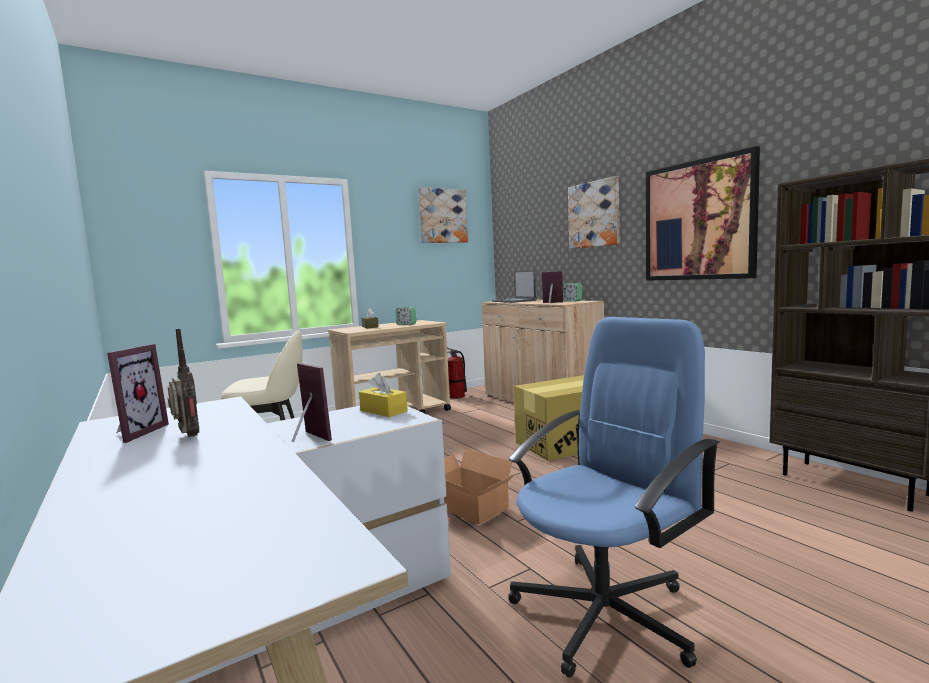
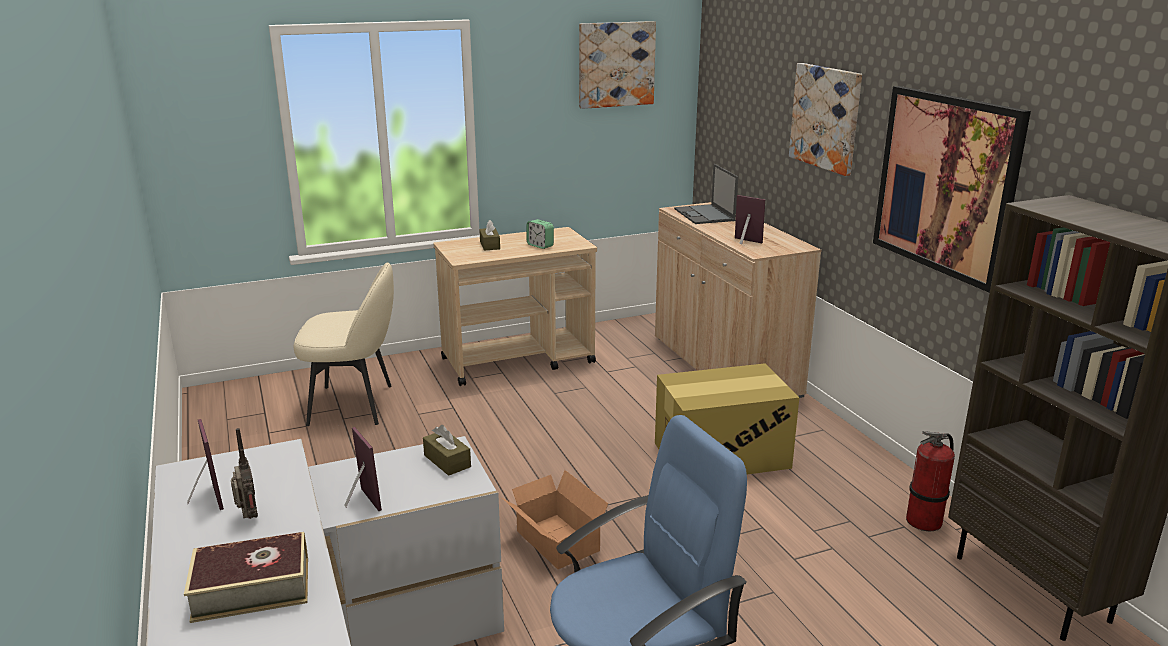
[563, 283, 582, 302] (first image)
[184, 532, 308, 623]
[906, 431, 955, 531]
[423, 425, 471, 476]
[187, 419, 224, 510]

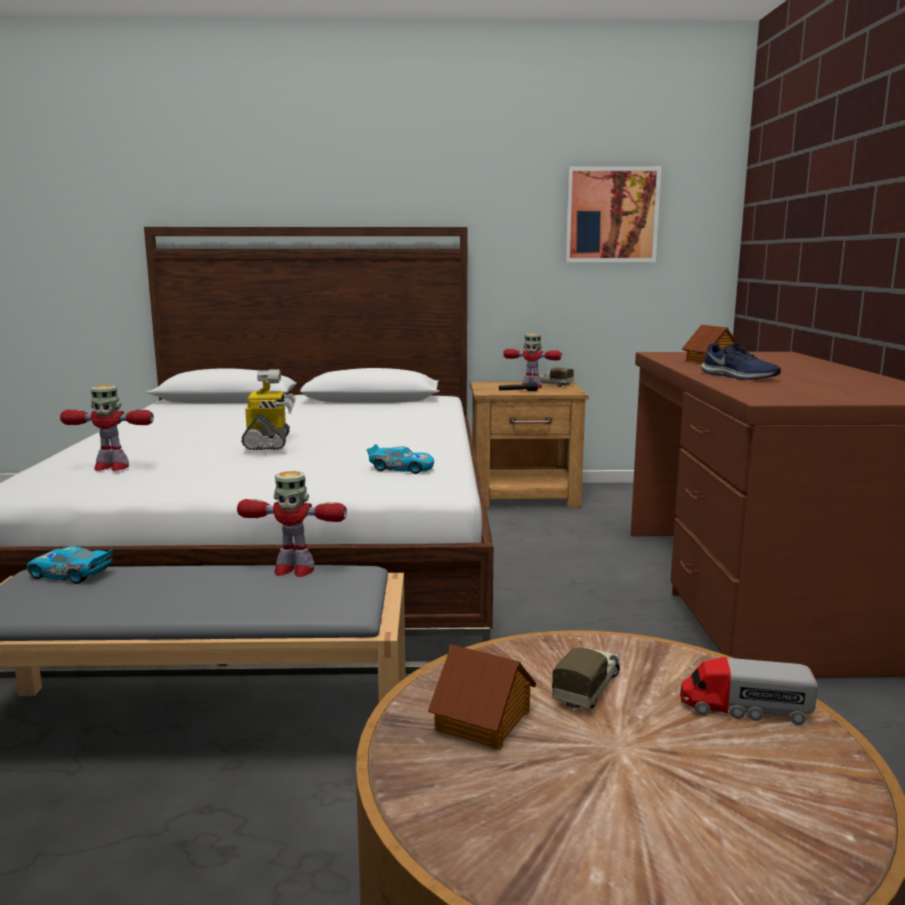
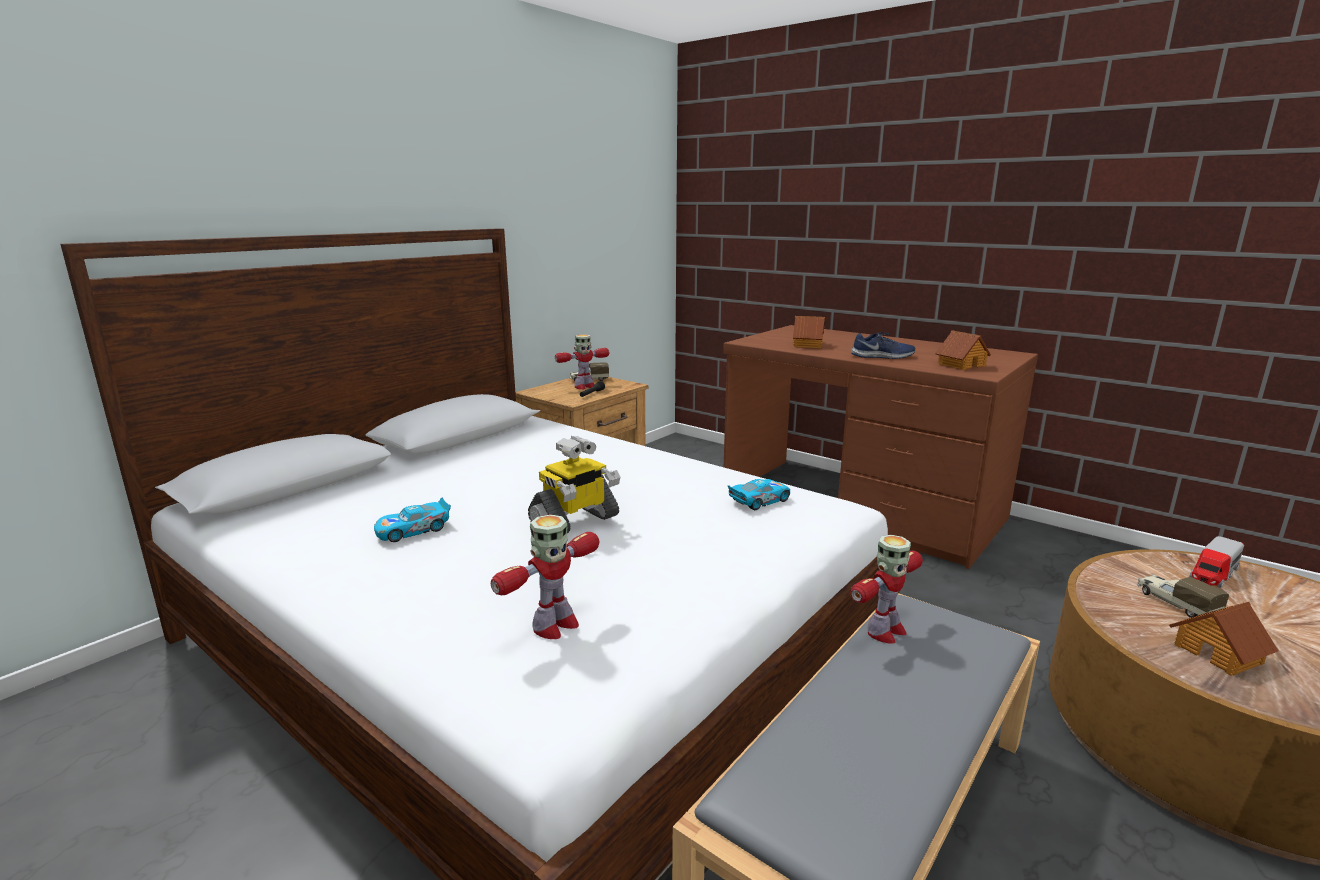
[565, 166, 661, 262] (first image)
[935, 330, 991, 370]
[374, 498, 451, 542]
[528, 436, 620, 533]

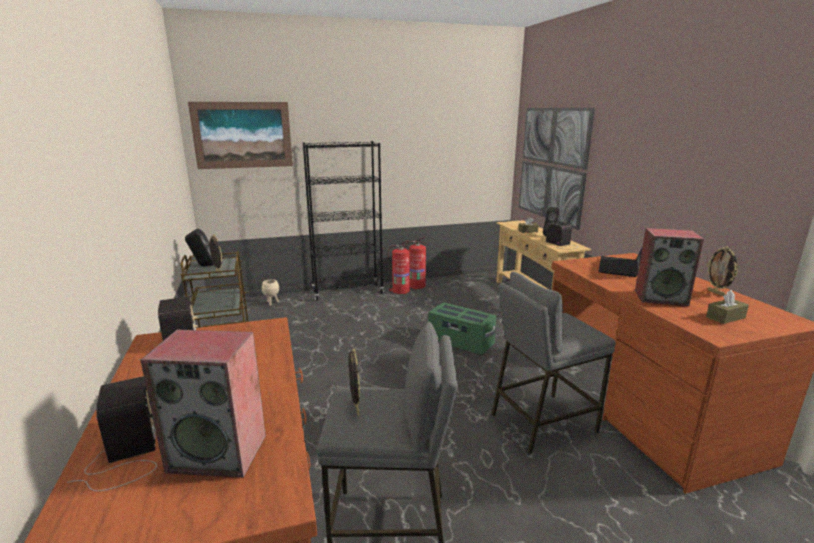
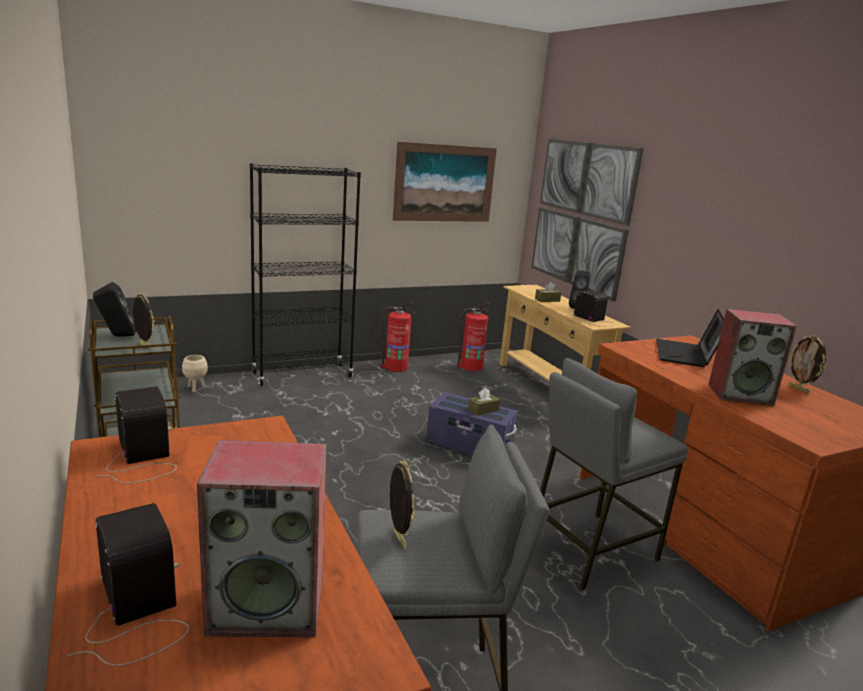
[393, 142, 497, 222]
[456, 303, 490, 371]
[468, 388, 500, 415]
[426, 392, 518, 455]

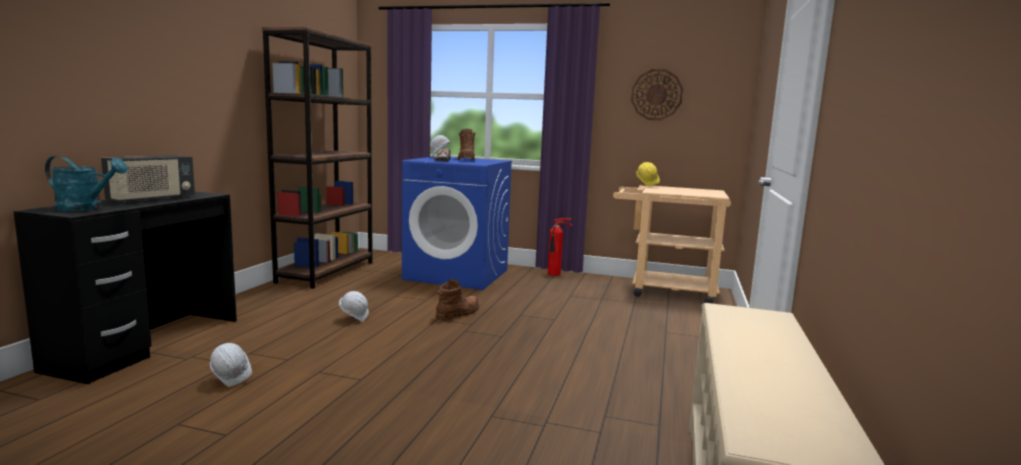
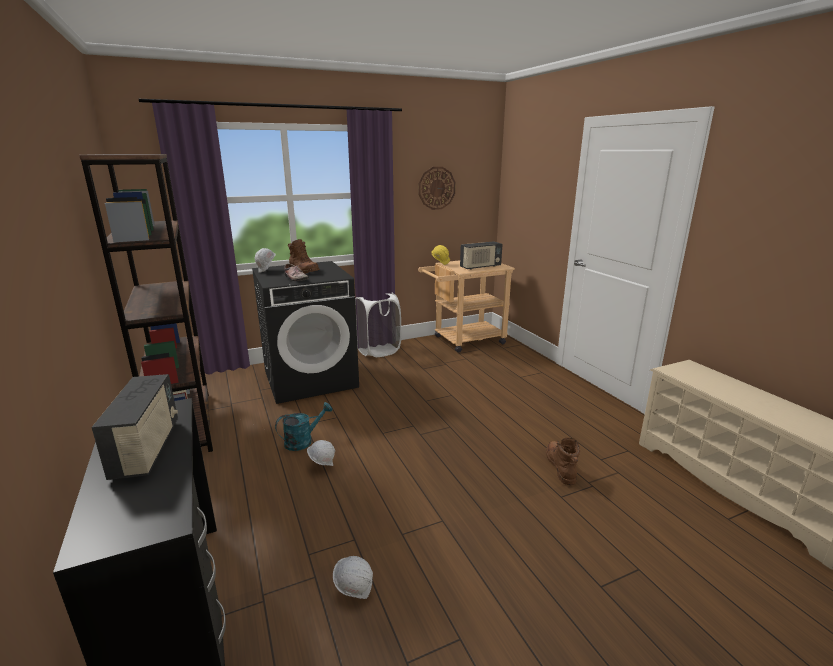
[460, 241, 503, 270]
[275, 402, 332, 451]
[546, 438, 580, 485]
[355, 293, 401, 357]
[252, 261, 359, 404]

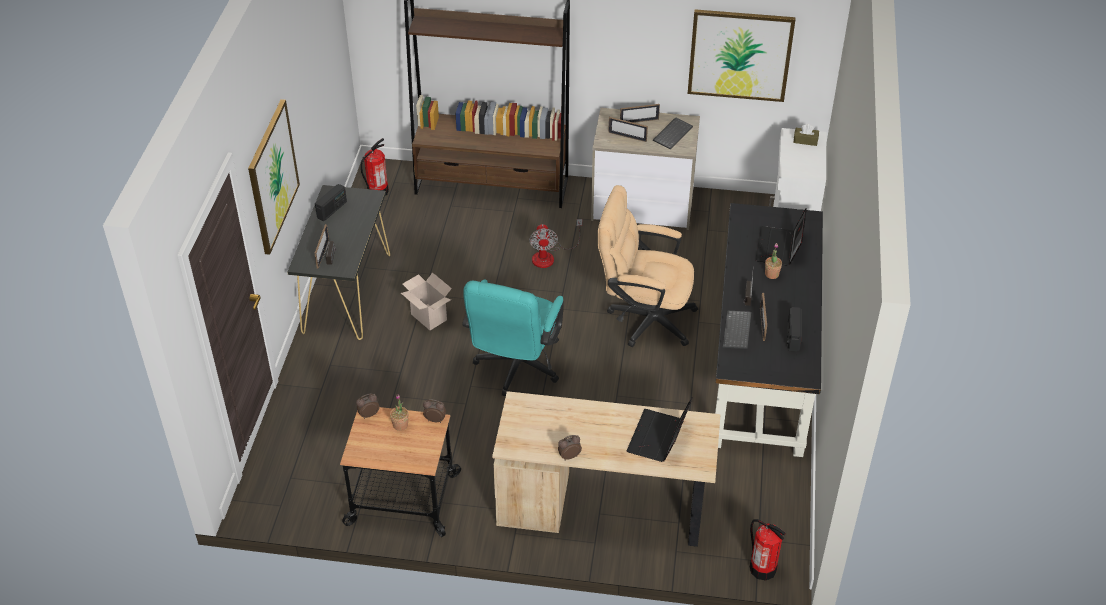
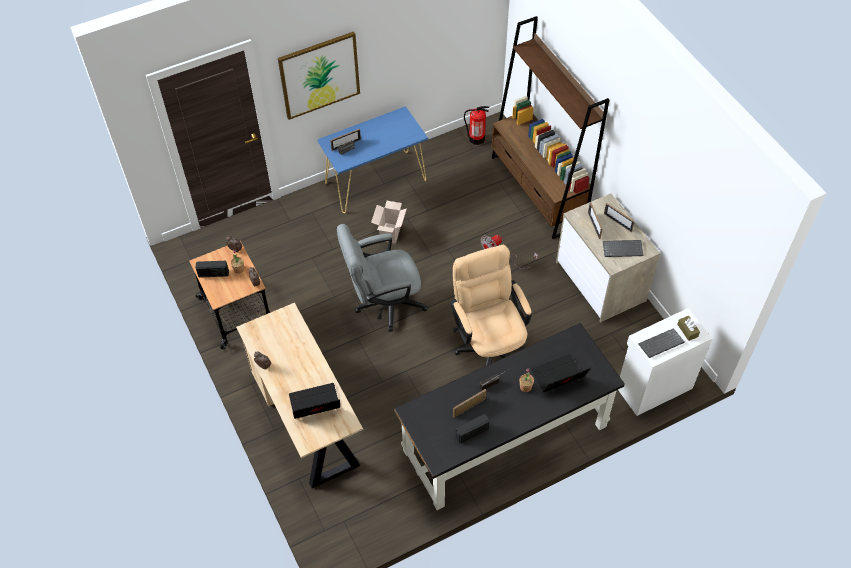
[688, 9, 796, 102] (first image)
[750, 519, 786, 580] (first image)
[195, 261, 229, 278]
[638, 328, 685, 358]
[317, 106, 428, 213]
[337, 224, 428, 332]

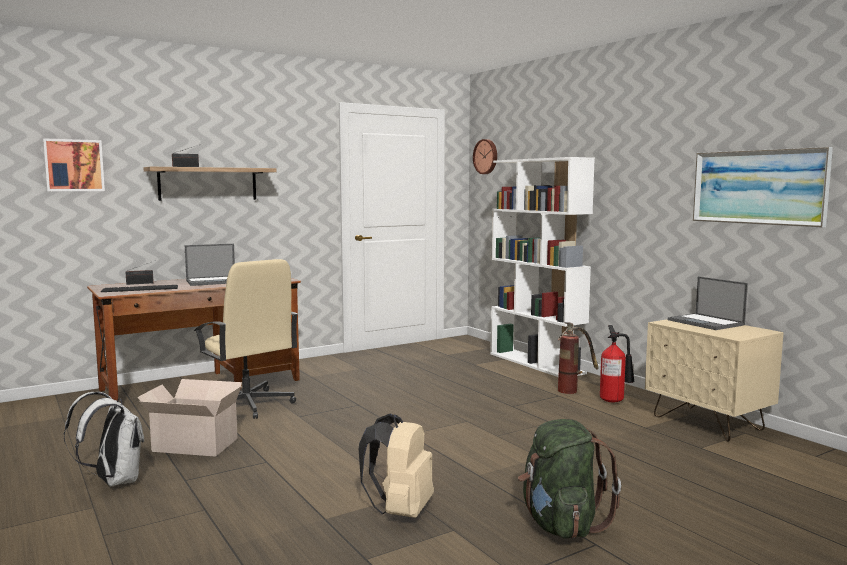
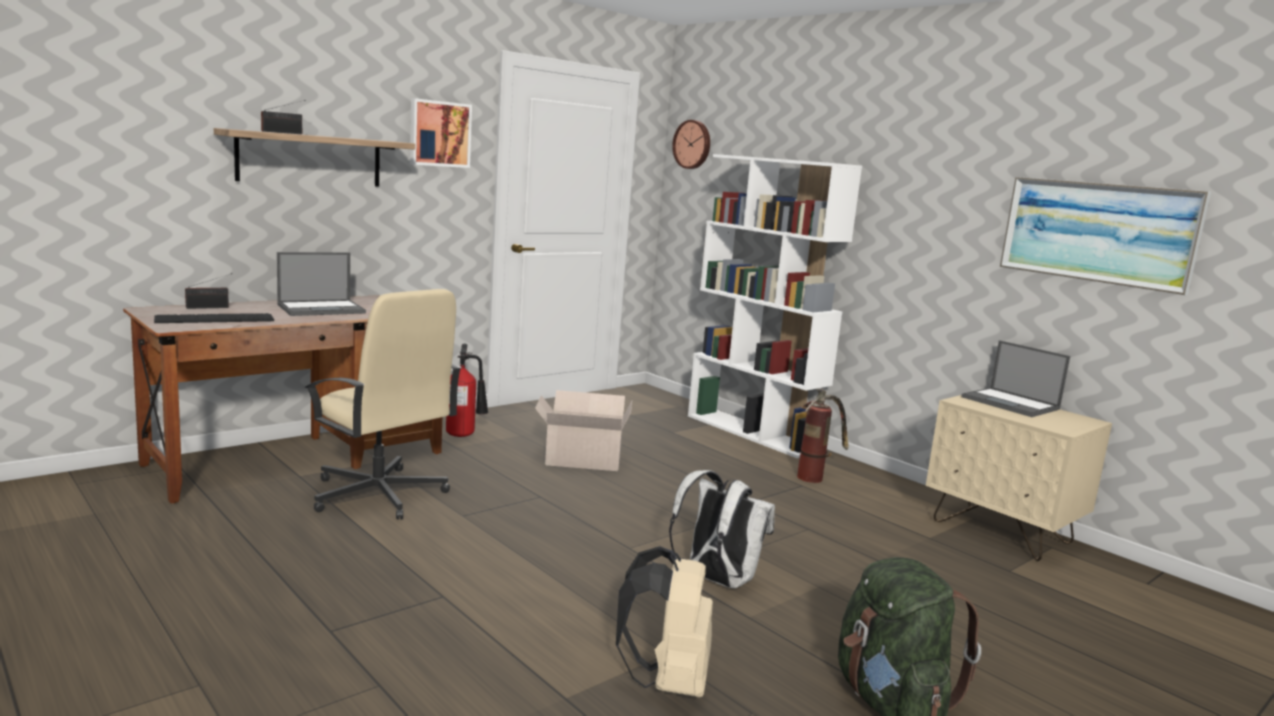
[410, 98, 472, 168]
[669, 470, 775, 588]
[535, 390, 632, 471]
[446, 344, 488, 437]

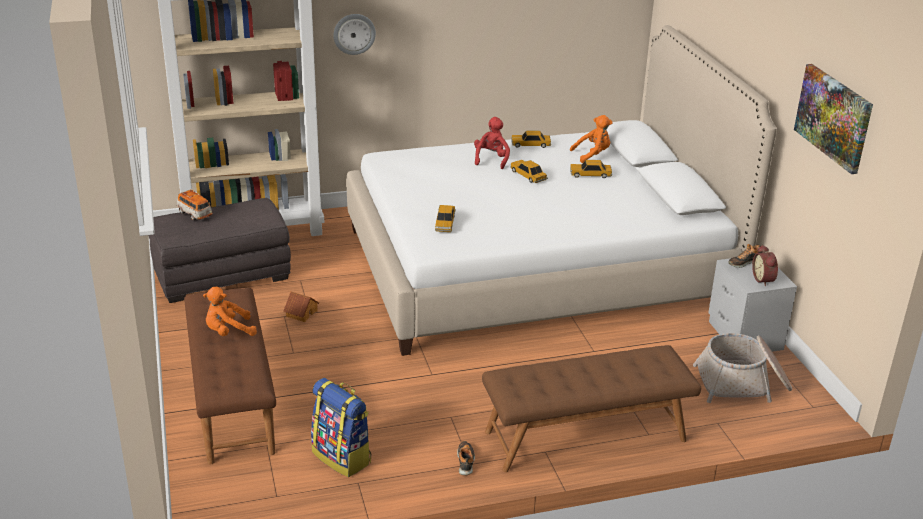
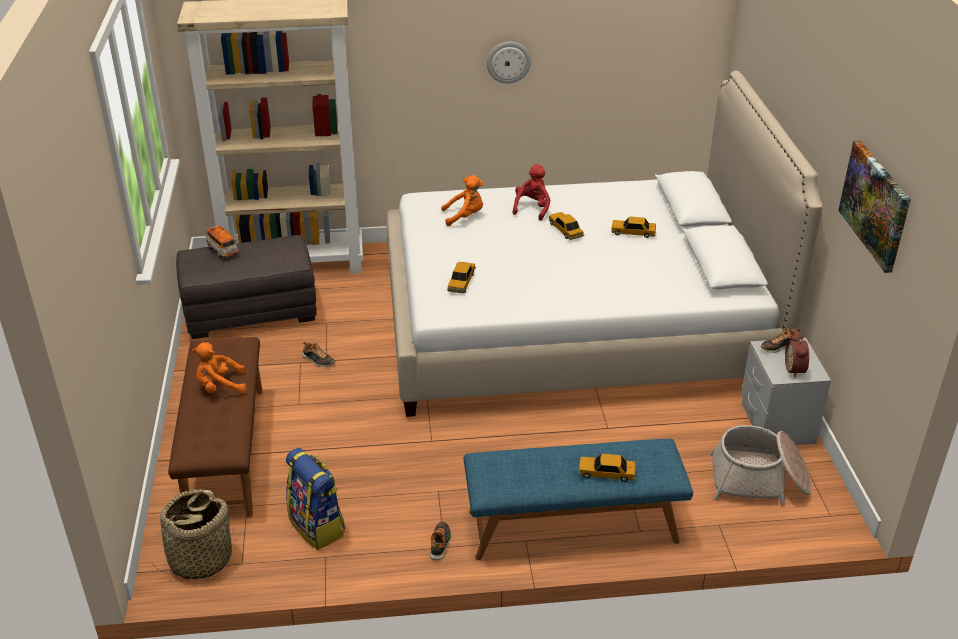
[154, 489, 234, 579]
[487, 42, 531, 84]
[579, 454, 635, 482]
[441, 175, 483, 226]
[302, 342, 335, 367]
[464, 439, 693, 560]

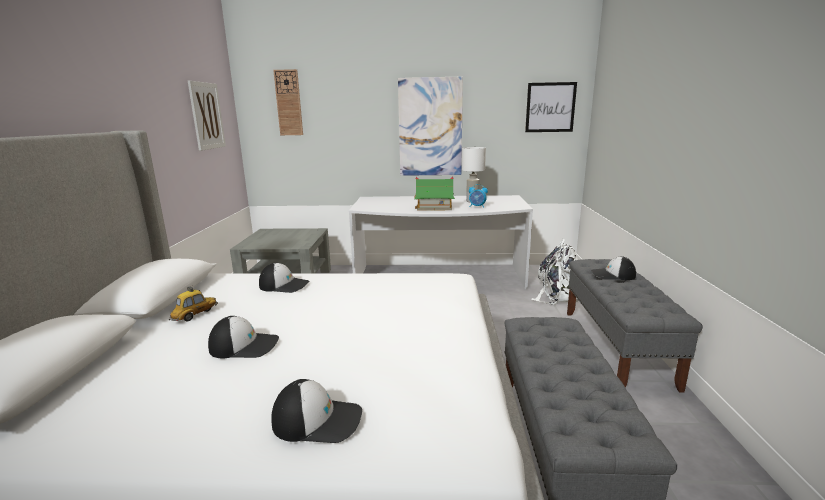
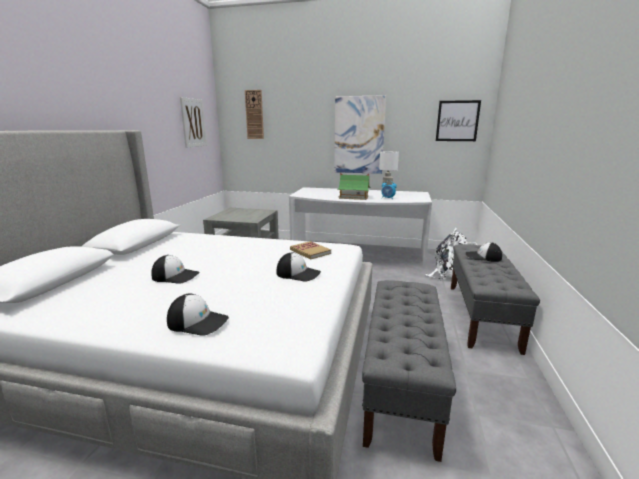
[169, 286, 218, 321] (first image)
[290, 241, 331, 260]
[277, 252, 321, 282]

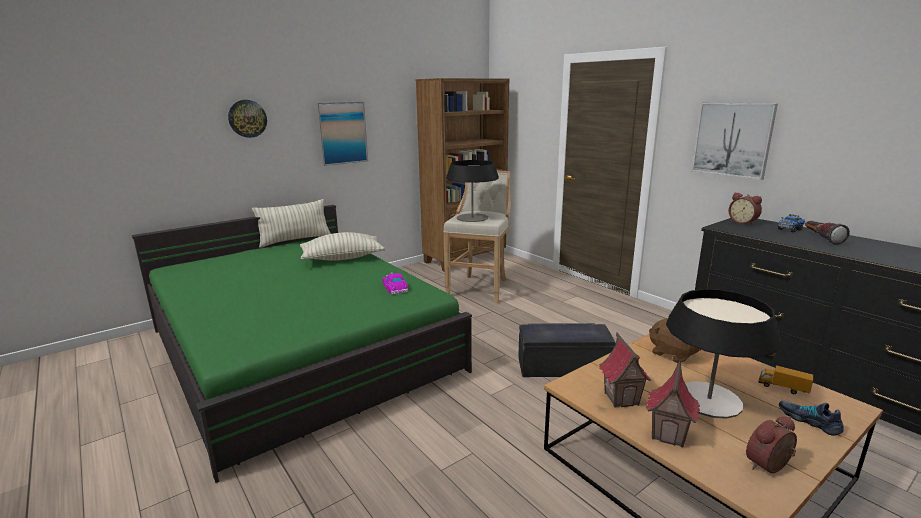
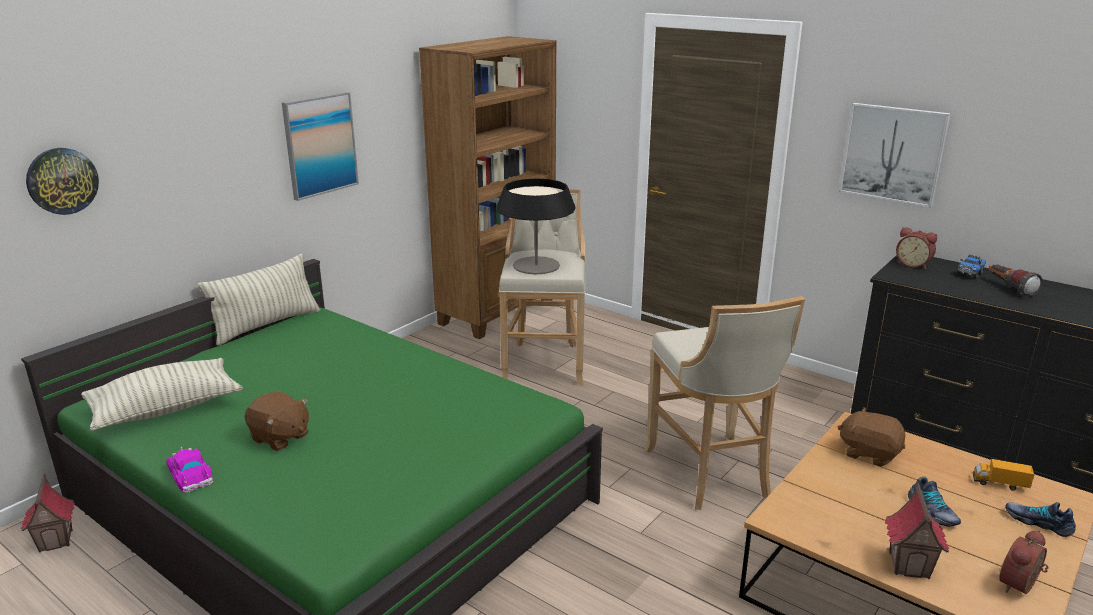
[244, 392, 309, 451]
[26, 148, 99, 215]
[81, 358, 243, 431]
[166, 447, 213, 492]
[21, 473, 75, 552]
[644, 296, 805, 510]
[908, 477, 961, 527]

